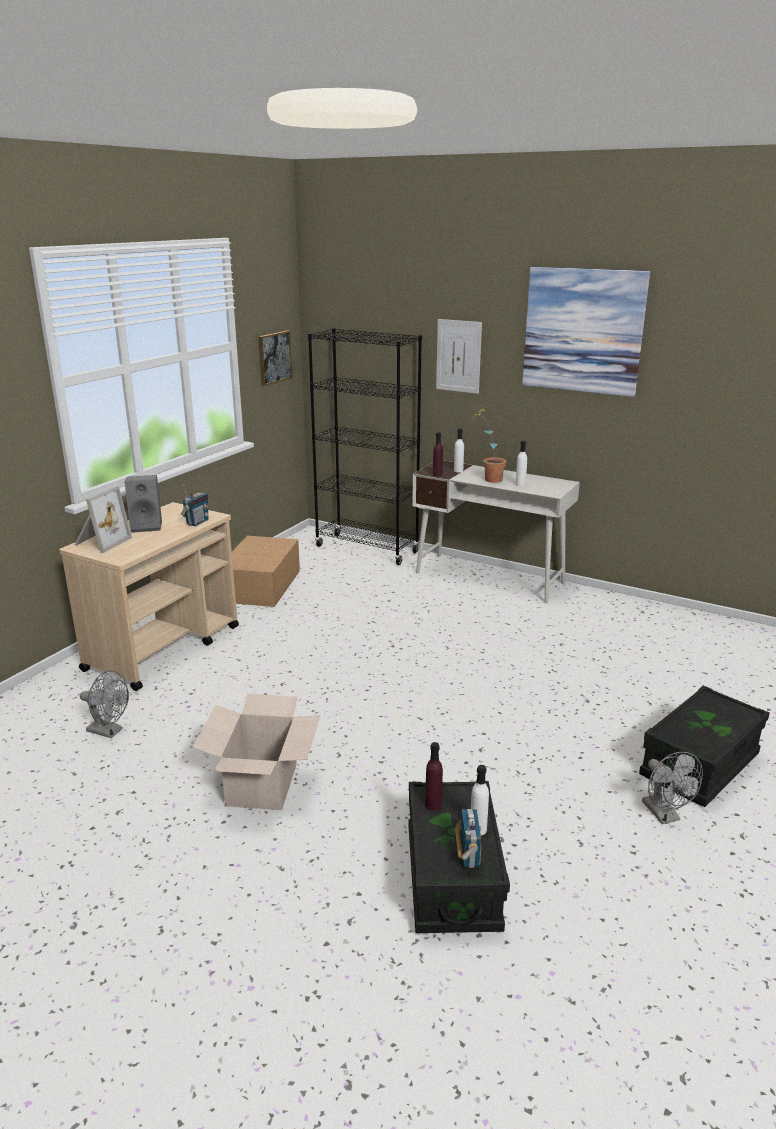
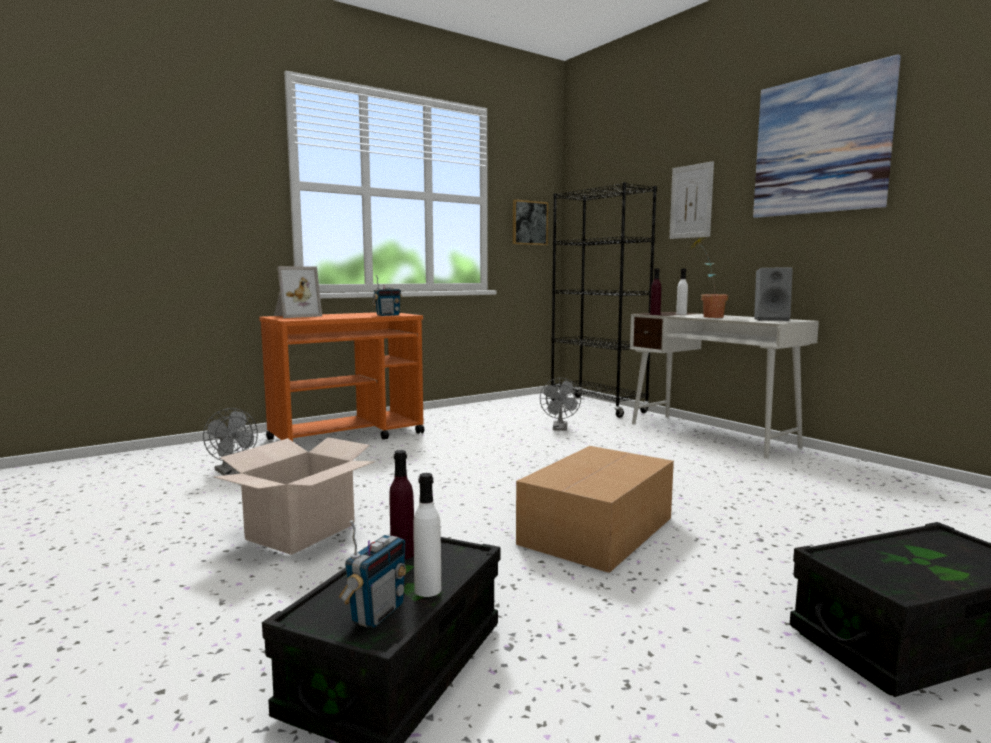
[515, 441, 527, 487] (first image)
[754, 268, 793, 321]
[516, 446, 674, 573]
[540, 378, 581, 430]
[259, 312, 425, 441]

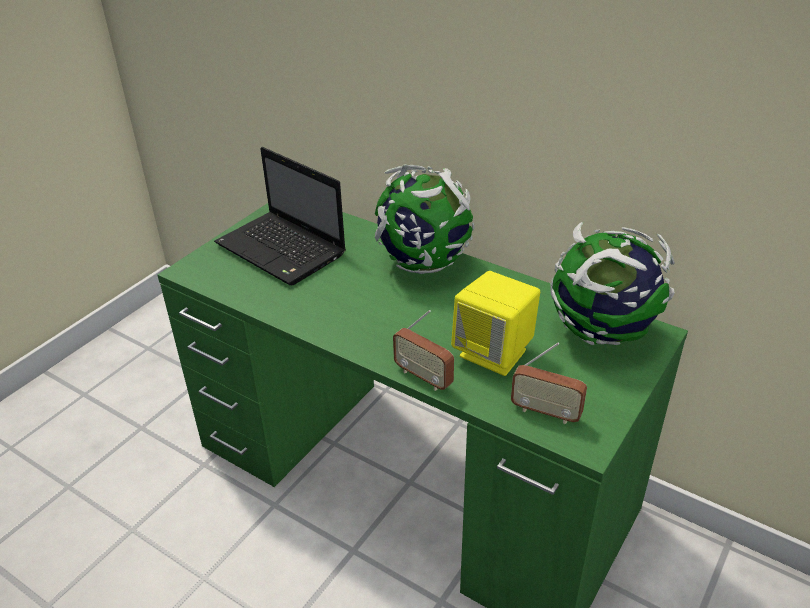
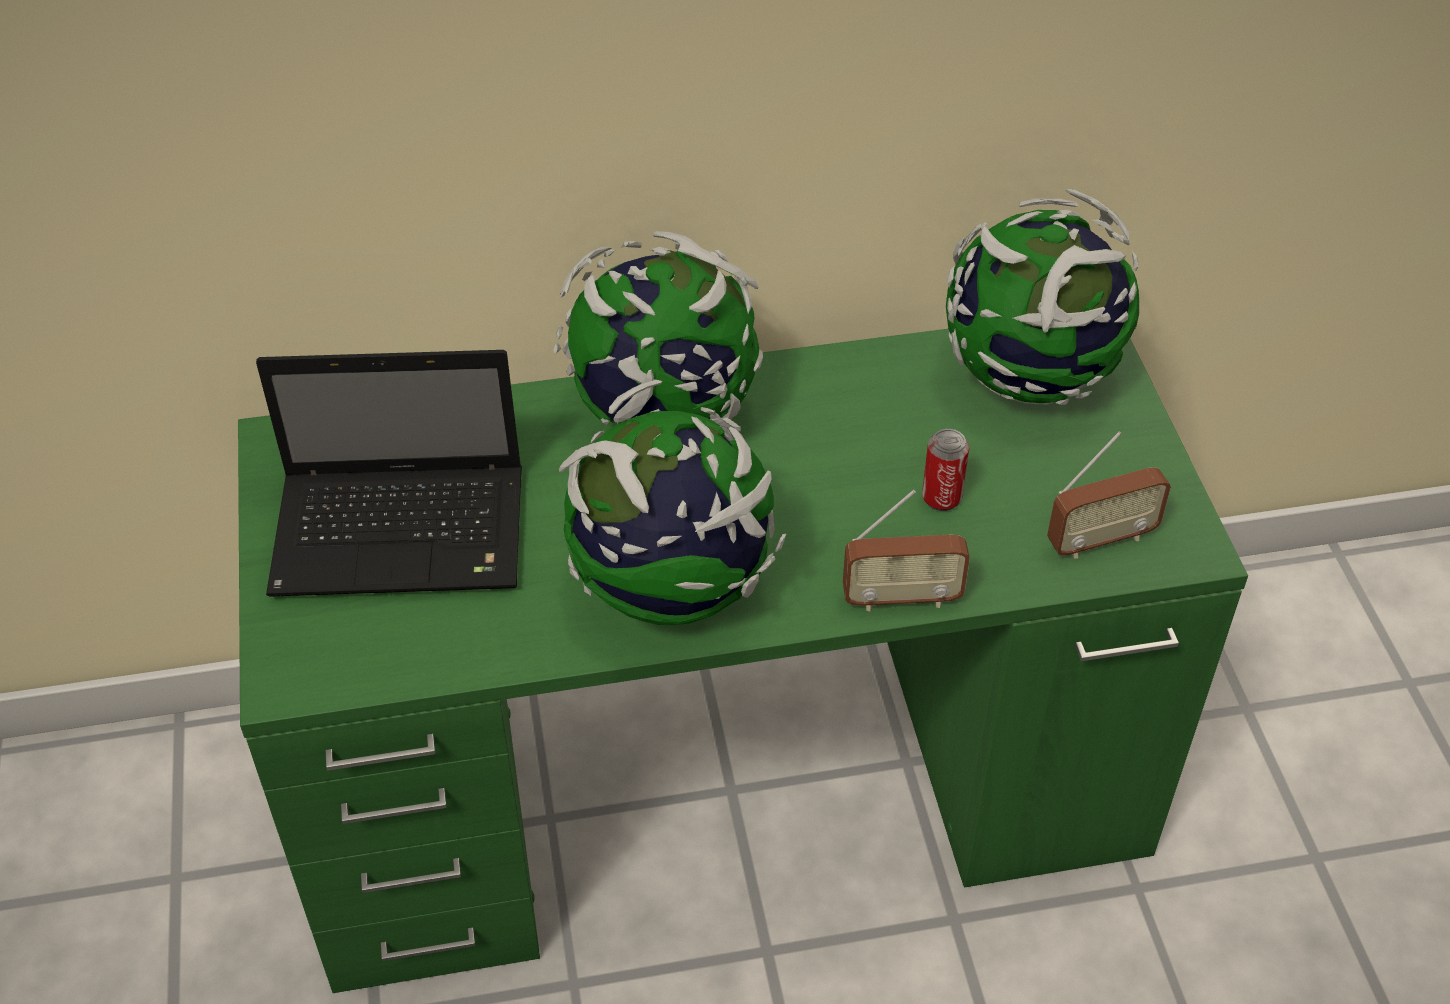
[559, 380, 786, 625]
[922, 429, 969, 511]

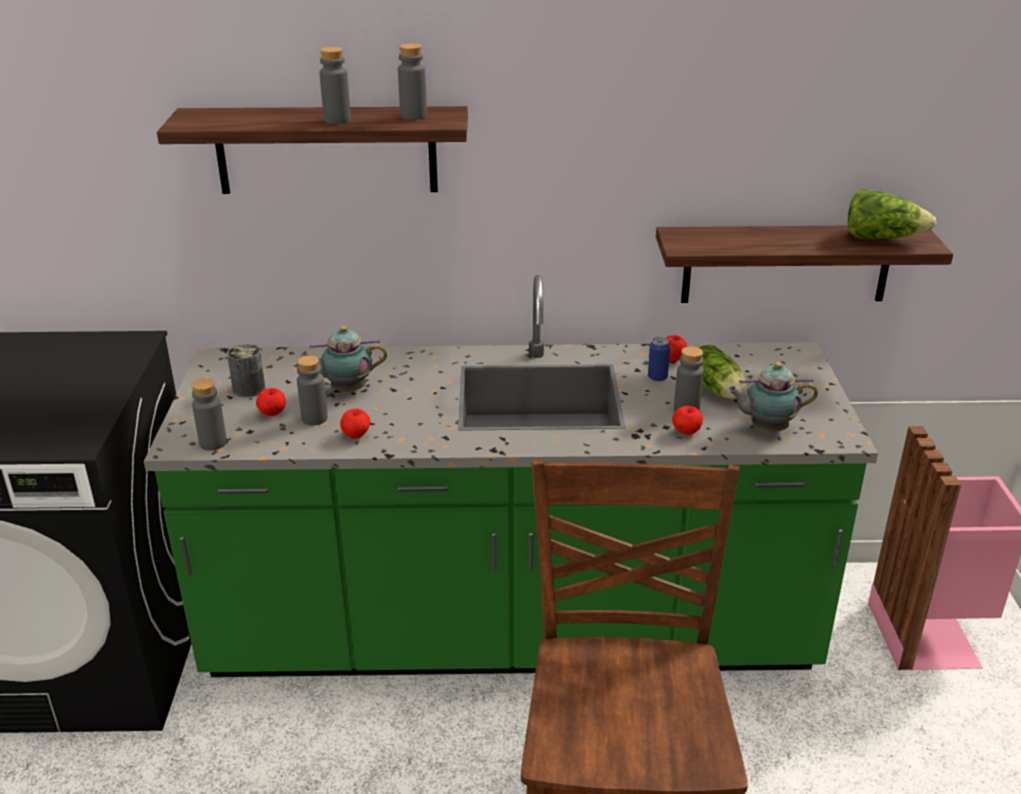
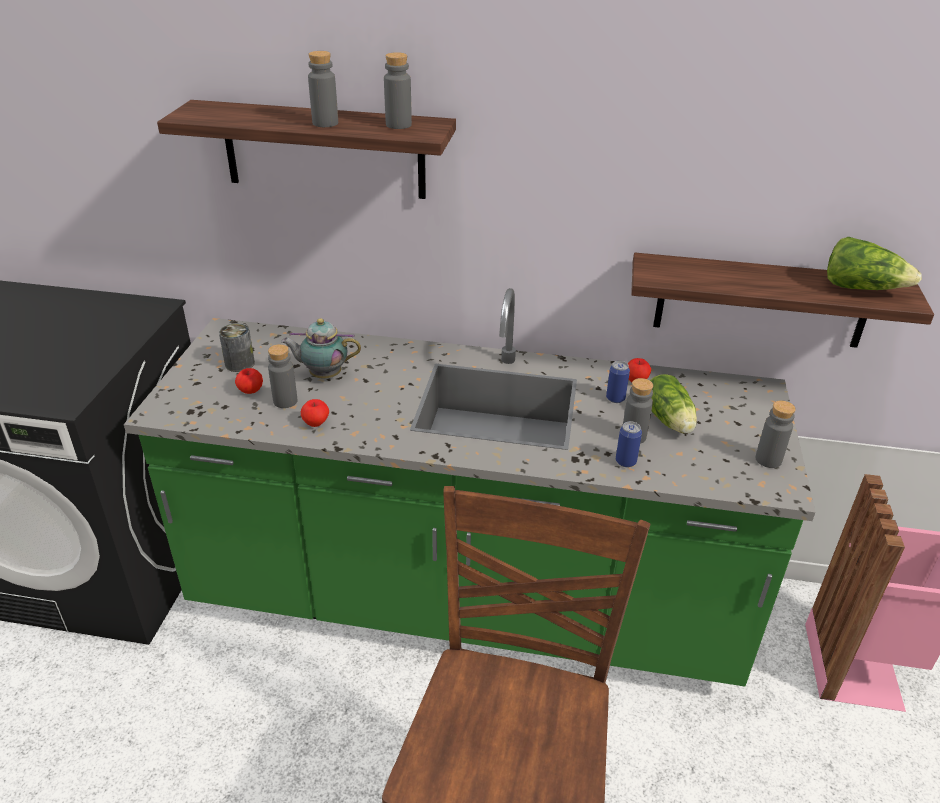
[727, 362, 818, 431] (first image)
[755, 400, 796, 468]
[616, 421, 642, 467]

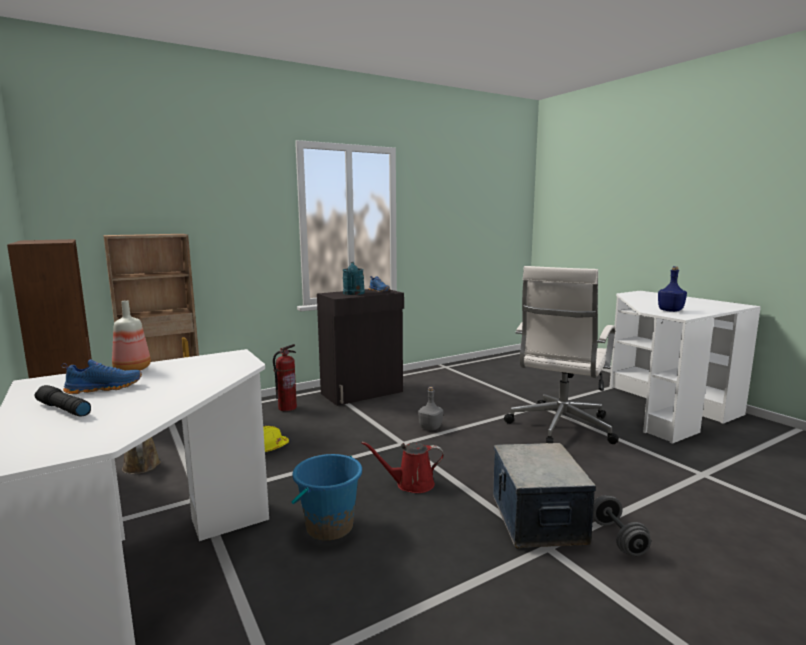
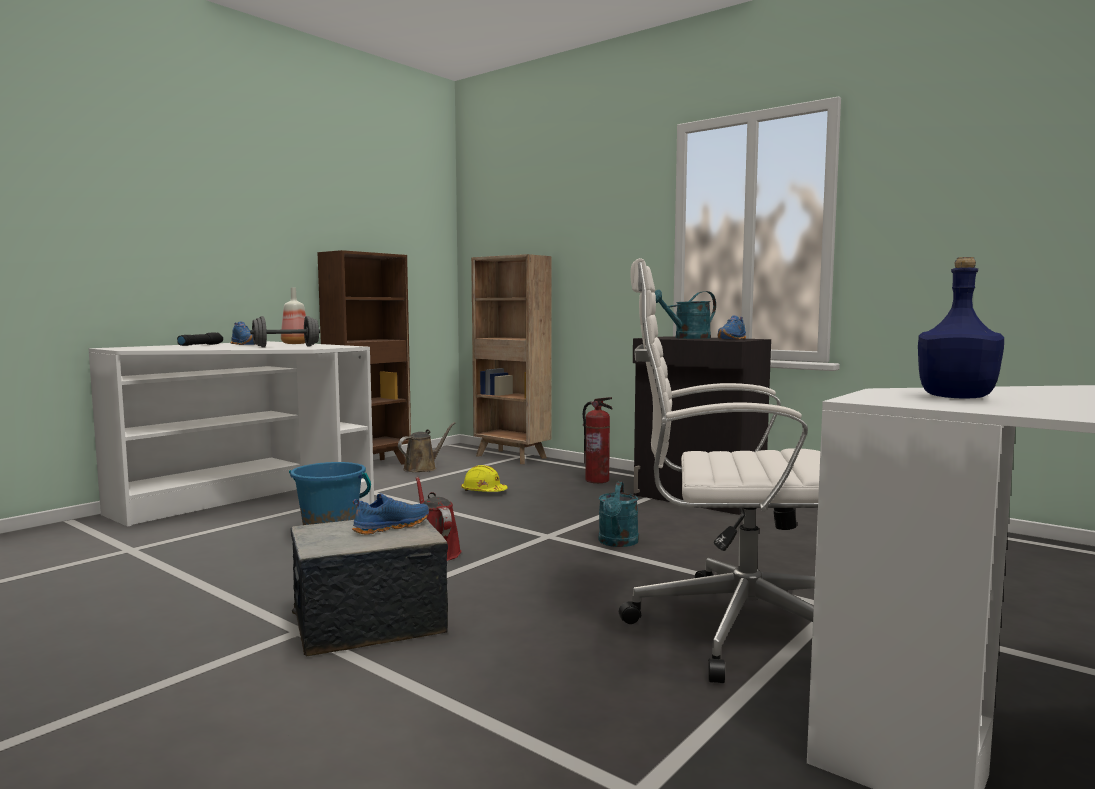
[352, 493, 429, 535]
[250, 316, 320, 348]
[599, 481, 639, 547]

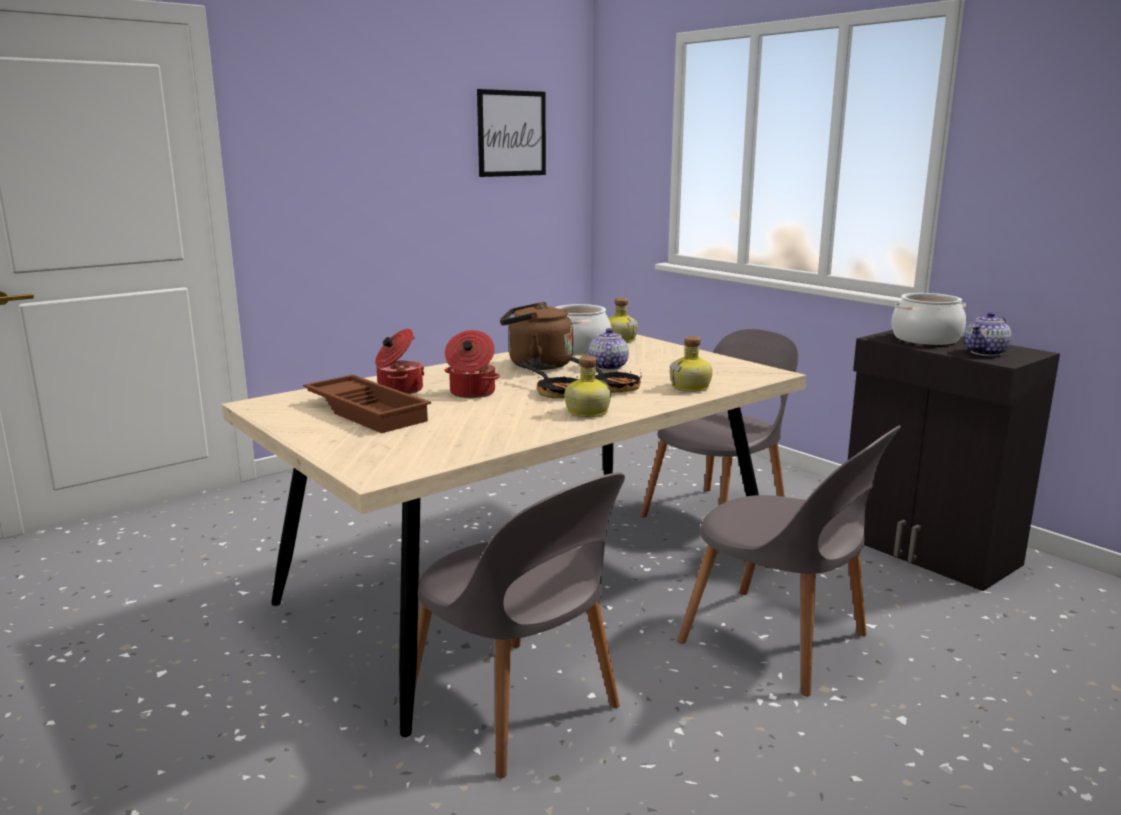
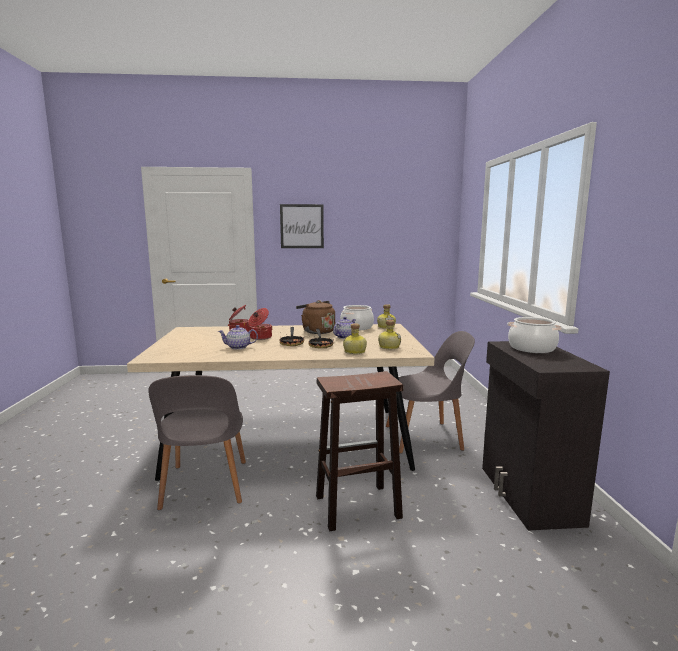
[303, 375, 431, 433] (first image)
[280, 204, 324, 248]
[378, 320, 401, 349]
[218, 325, 258, 350]
[316, 371, 403, 531]

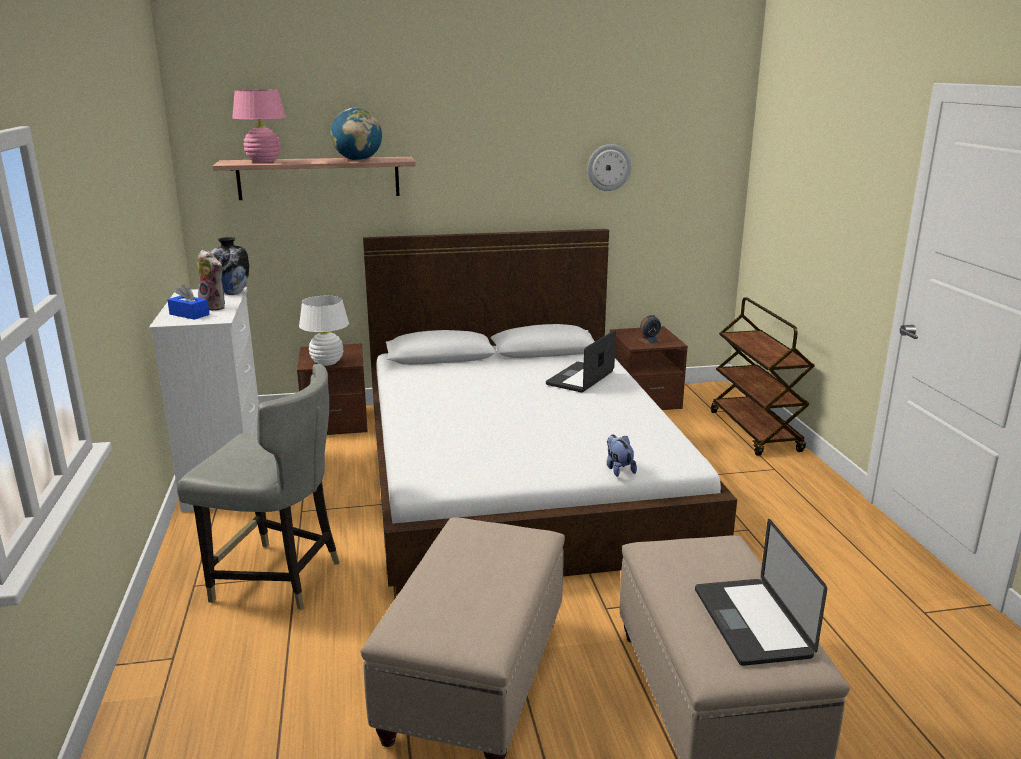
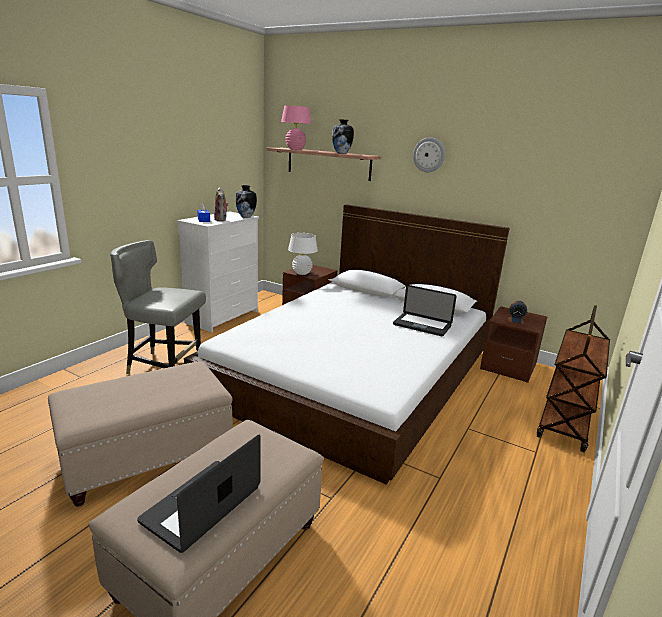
[607, 435, 637, 477] (first image)
[413, 137, 445, 172]
[332, 119, 354, 154]
[110, 240, 206, 374]
[393, 285, 457, 336]

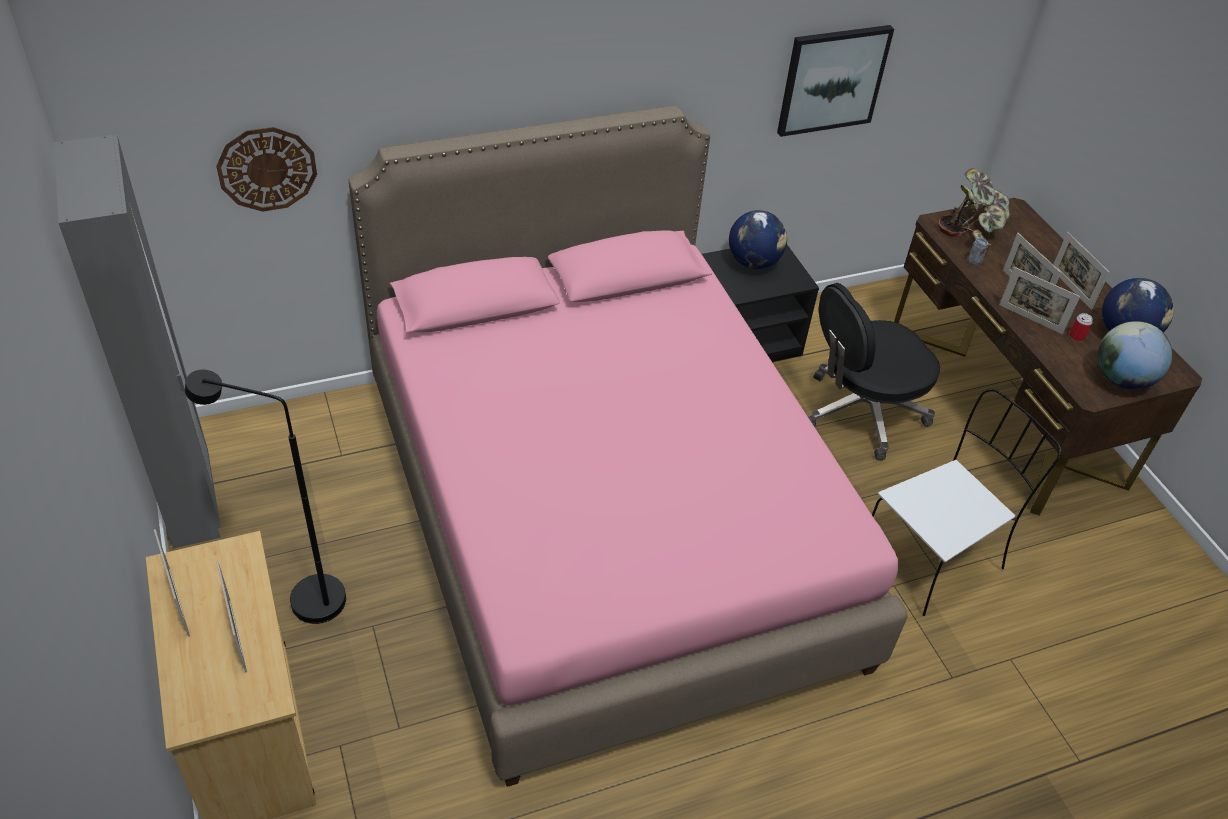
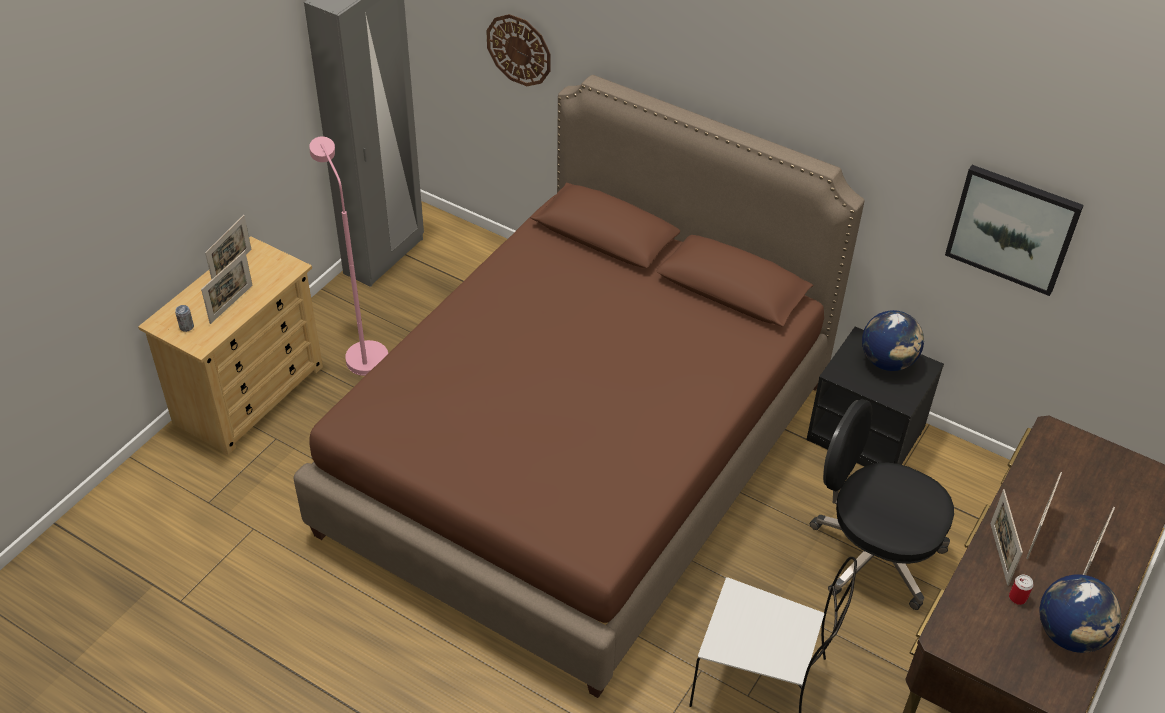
[938, 168, 1010, 246] (first image)
[1098, 321, 1173, 390] (first image)
[175, 305, 194, 332]
[309, 136, 388, 376]
[293, 75, 865, 698]

